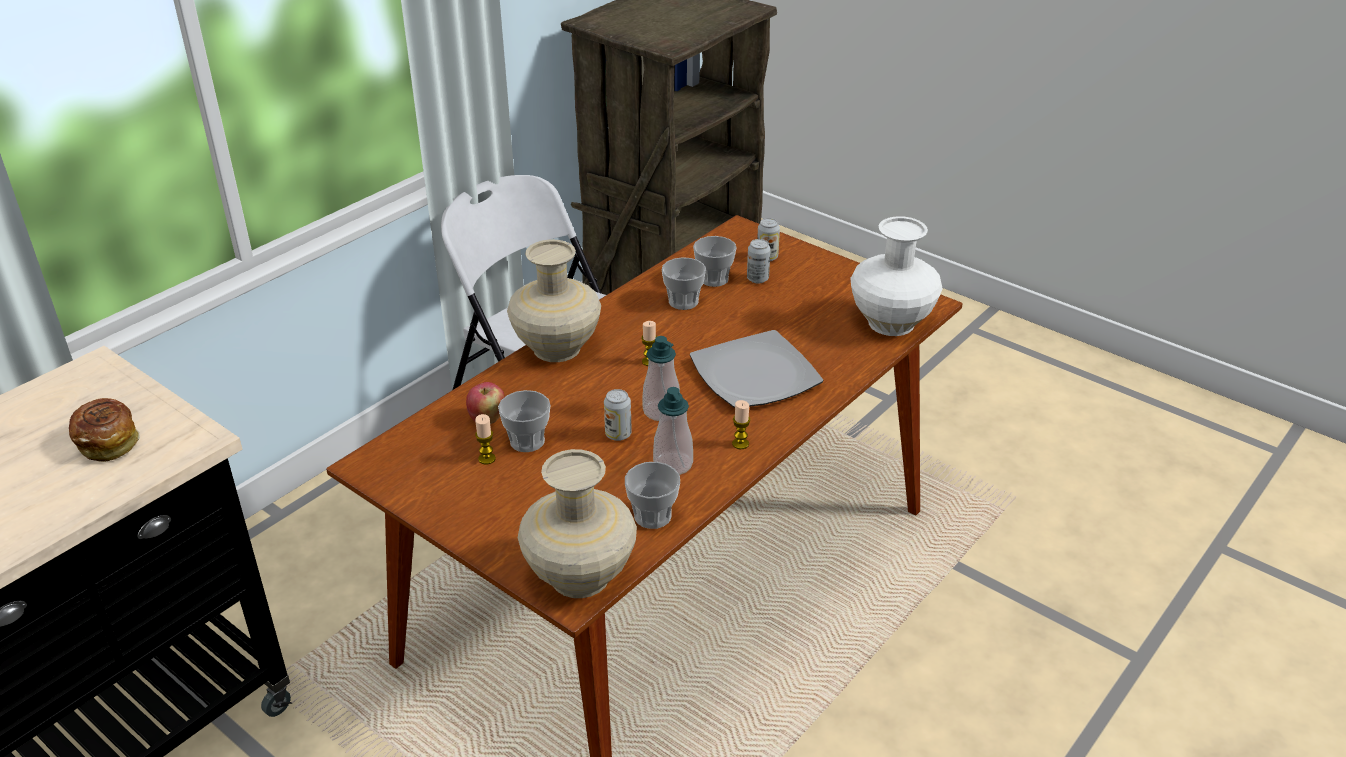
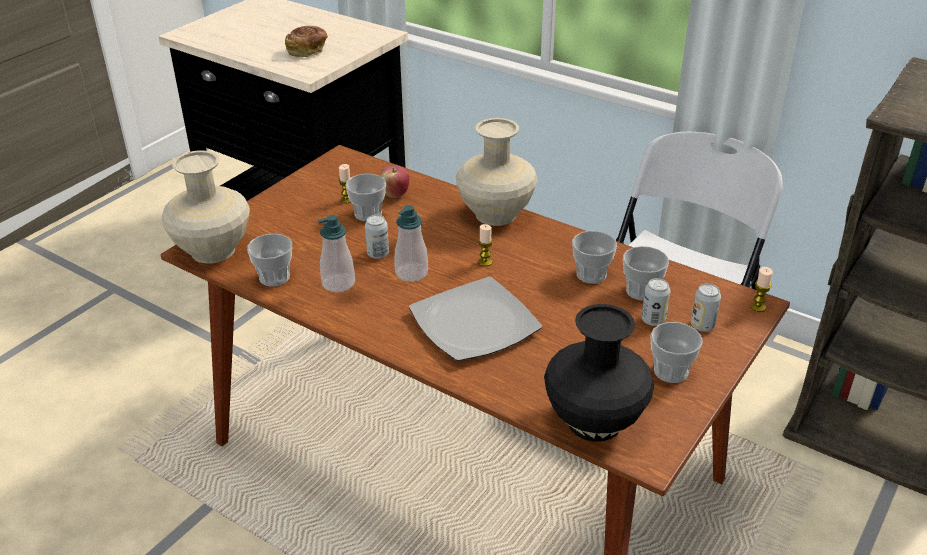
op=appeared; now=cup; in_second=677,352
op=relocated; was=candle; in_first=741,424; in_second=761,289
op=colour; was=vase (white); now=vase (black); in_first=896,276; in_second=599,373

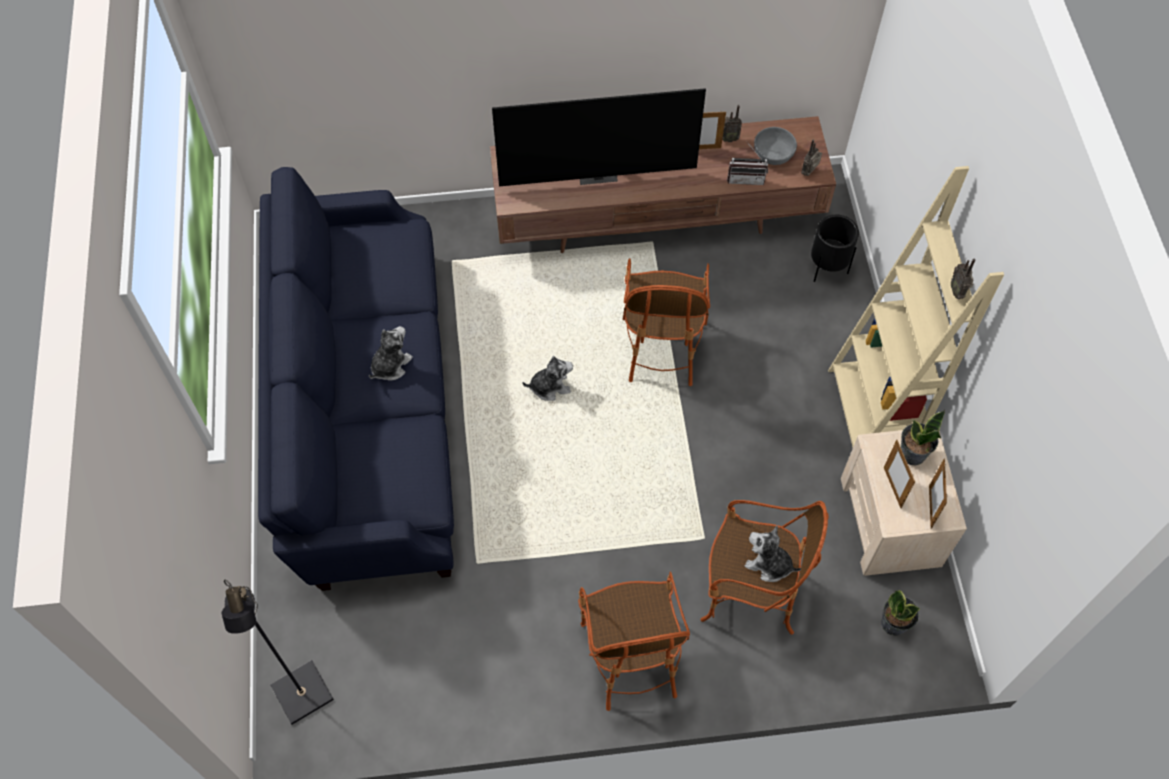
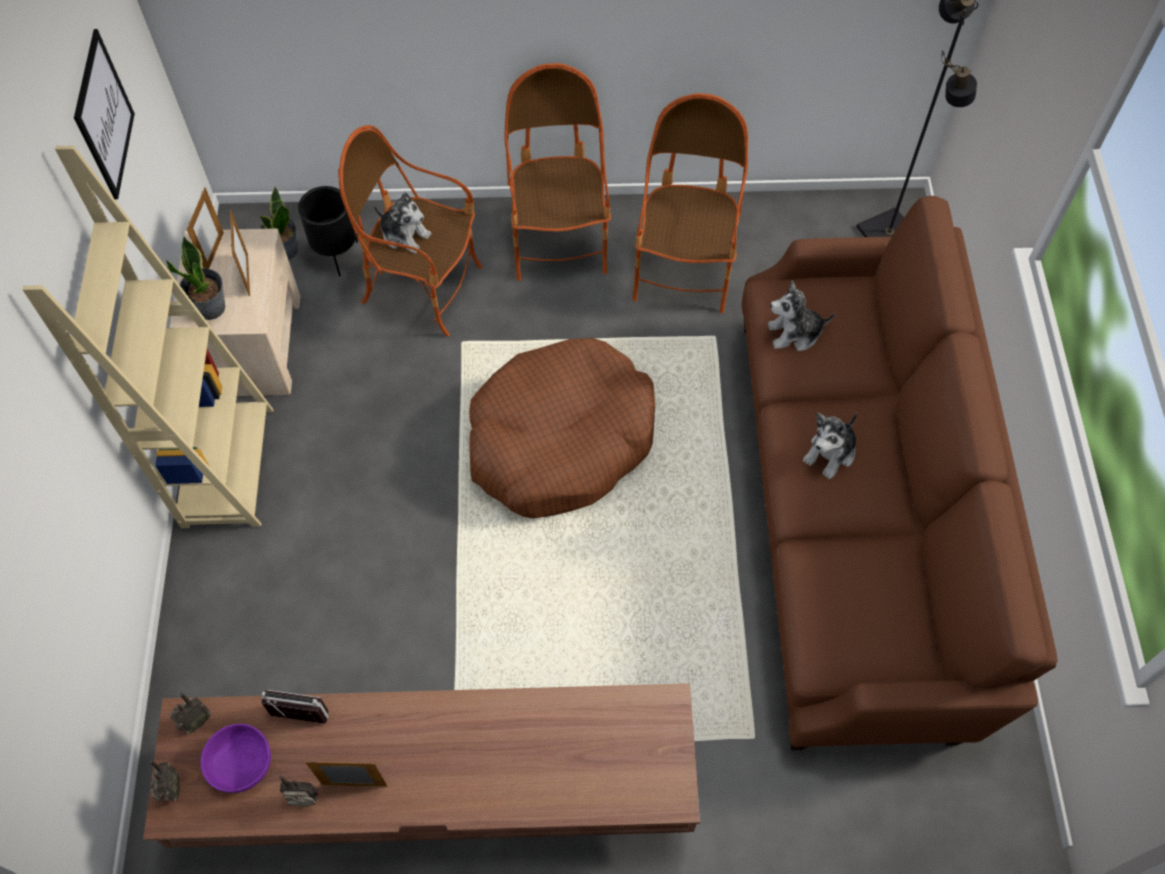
op=missing; was=television; in_first=599,137
op=appeared; now=picture; in_second=104,114
op=appeared; now=dog bed (brown); in_second=562,428
op=relocated; was=plush toy; in_first=547,378; in_second=801,315
op=relocated; was=armchair; in_first=666,322; in_second=690,203
op=relocated; was=planter (black); in_first=835,248; in_second=328,231
op=relocated; was=radio; in_first=963,279; in_second=164,782
op=colour; was=sofa (blue); now=sofa (brown); in_first=356,379; in_second=900,473
op=colour; was=bowl (grey); now=bowl (purple); in_first=775,146; in_second=235,758

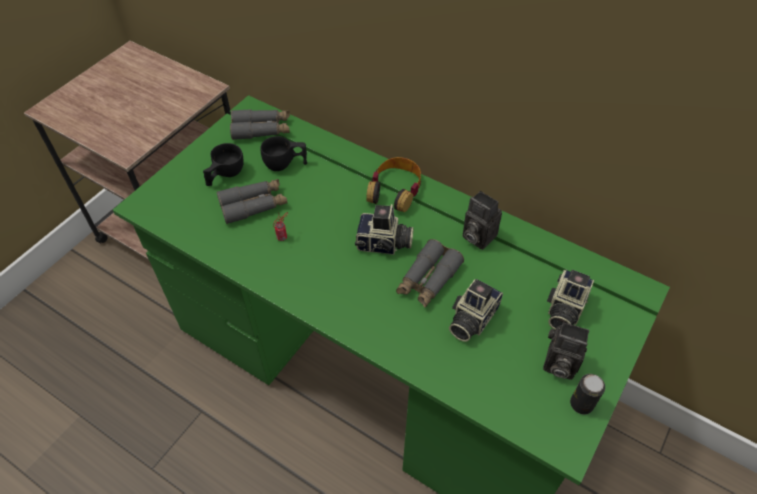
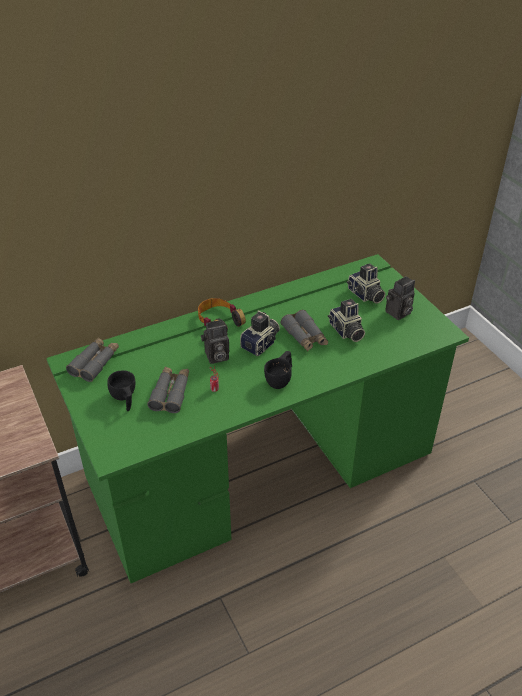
op=missing; was=can; in_first=587,394
op=relocated; was=cup (black); in_first=283,153; in_second=278,370
op=relocated; was=photo camera; in_first=482,220; in_second=215,342

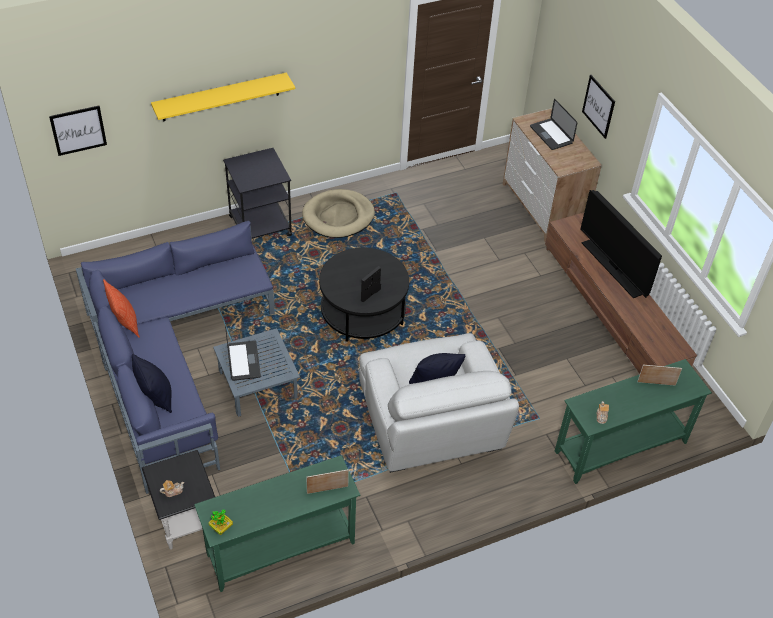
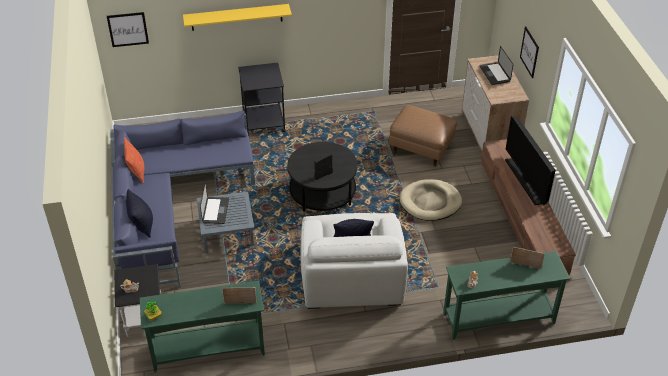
op=appeared; now=ottoman (brown); in_second=422,135
op=relocated; was=dog bed (beige); in_first=338,213; in_second=431,200

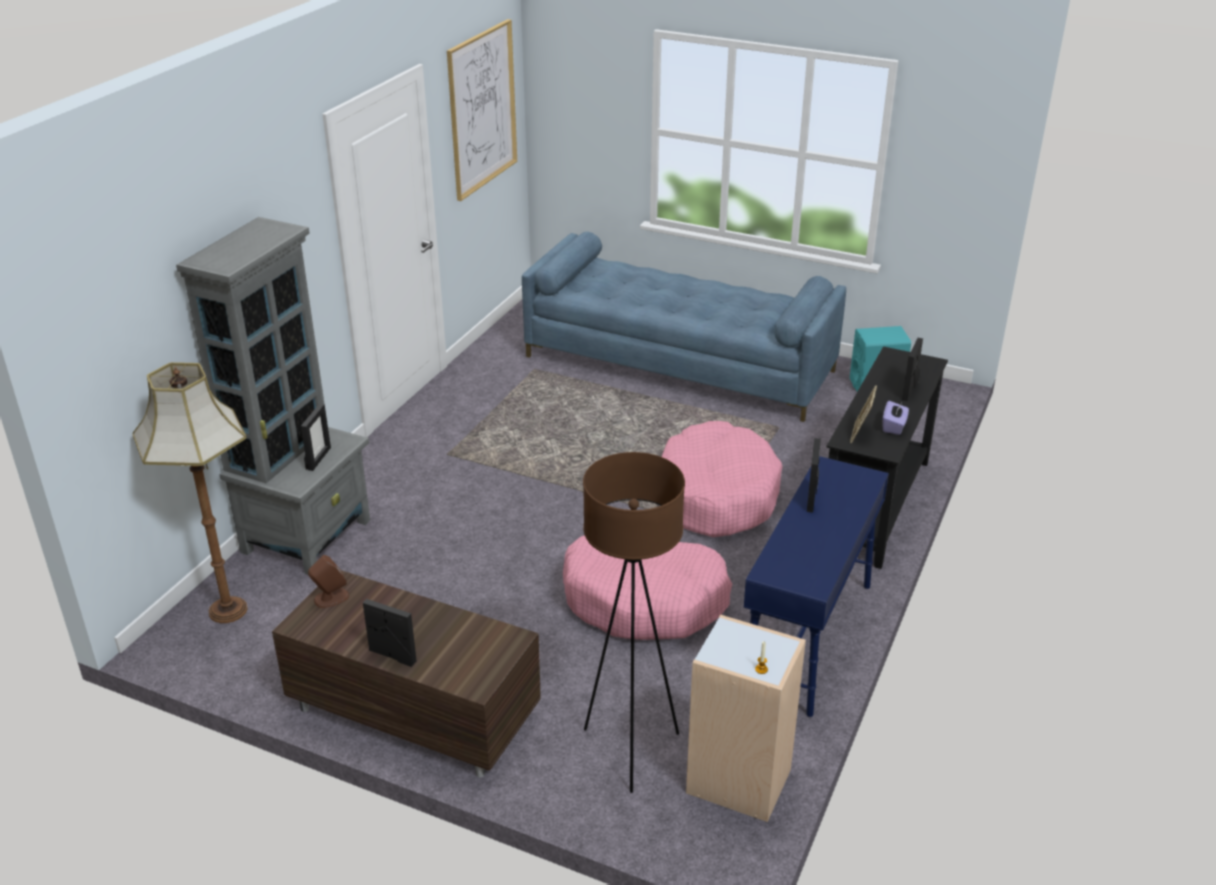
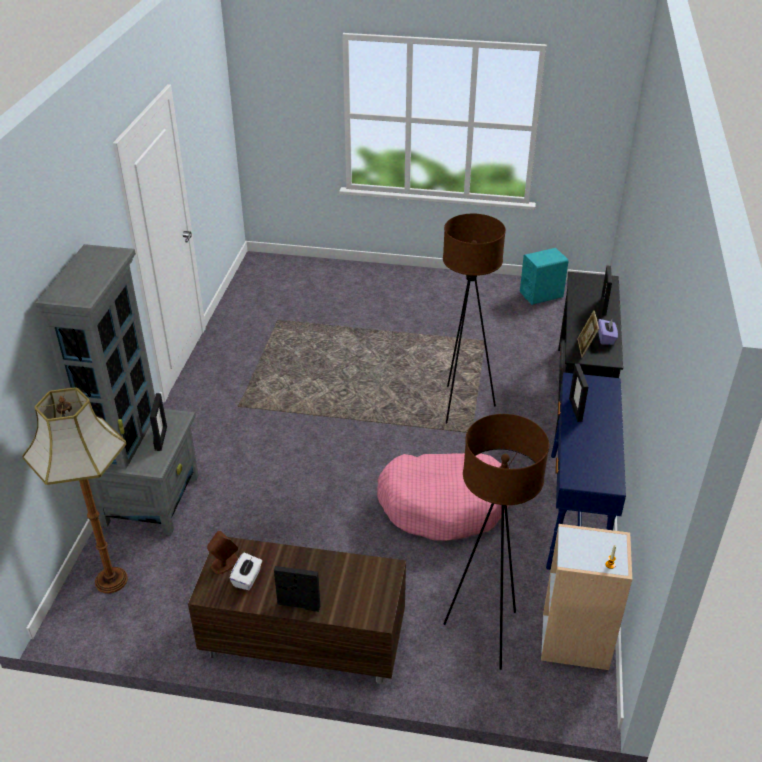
op=missing; was=picture; in_first=482,110
op=missing; was=sofa (blue); in_first=684,327
op=appeared; now=tissue box (white); in_second=245,571
op=exchanged; was=dog bed (pink); now=floor lamp (brown); in_first=722,479; in_second=474,318

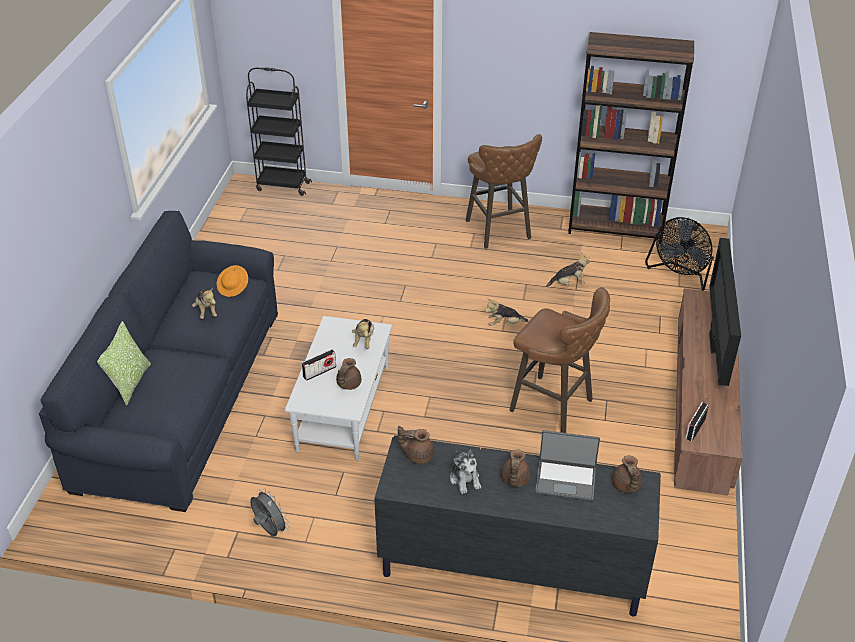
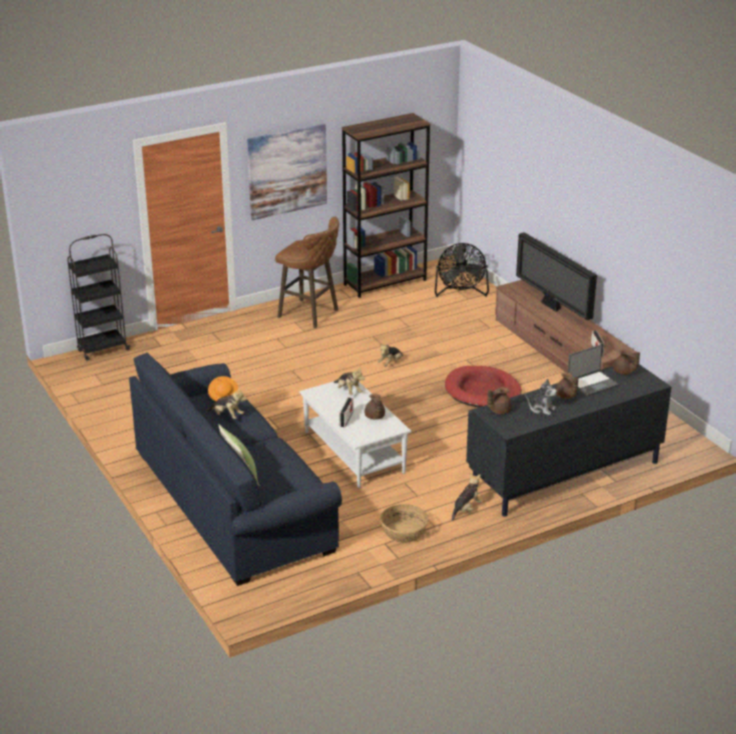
op=appeared; now=picture; in_second=287,172
op=relocated; was=plush toy; in_first=568,269; in_second=467,497
op=exchanged; was=fan (grey); now=basket; in_first=269,512; in_second=404,523
op=exchanged; was=stool (brown); now=dog bed (red); in_first=559,360; in_second=483,387

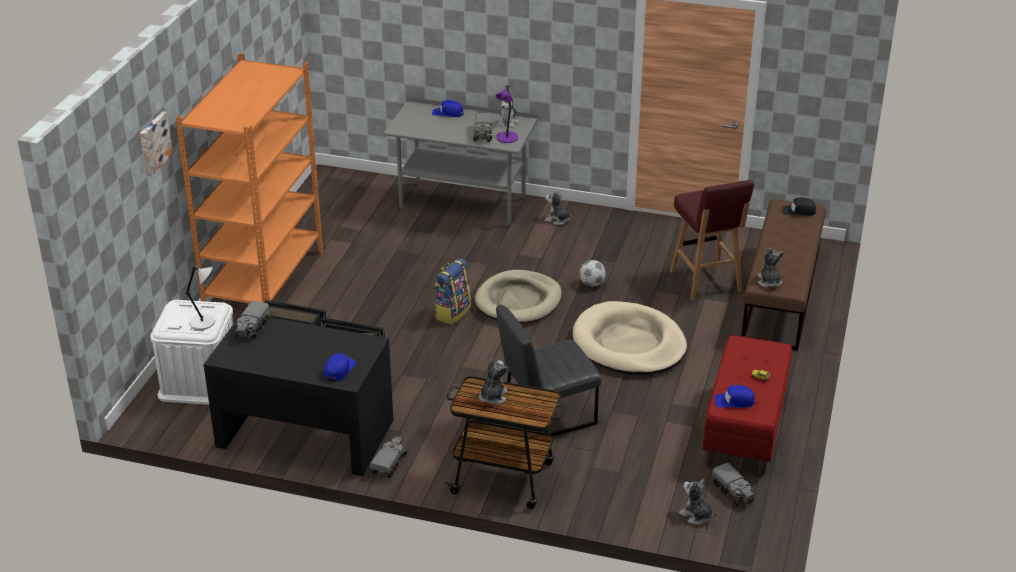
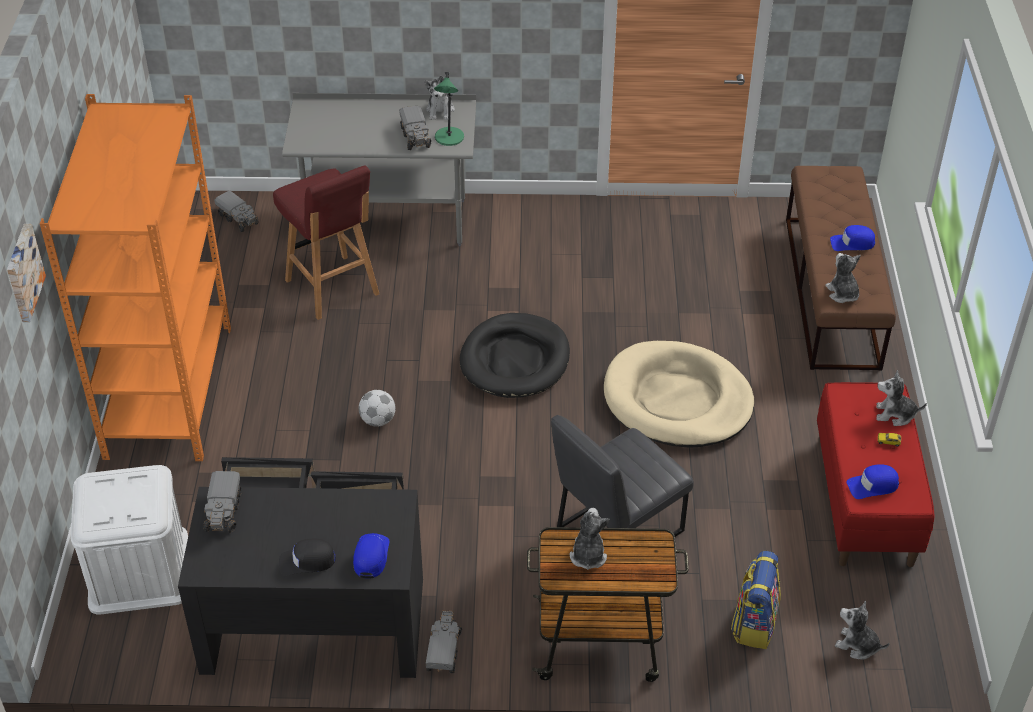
op=missing; was=table lamp (grey); in_first=200,297
op=relocated; was=cap (blue); in_first=448,108; in_second=852,238
op=relocated; was=backpack; in_first=452,291; in_second=756,600
op=relocated; was=plush toy; in_first=560,207; in_second=901,398
op=relocated; was=football; in_first=592,273; in_second=377,408
op=relocated; was=stool (red); in_first=712,240; in_second=326,242
op=relocated; was=toy truck; in_first=733,485; in_second=236,211
op=relocated; was=cap (black); in_first=799,206; in_second=307,557
op=colour; was=dog bed (beige); now=dog bed (black); in_first=518,296; in_second=515,355
op=colour; was=table lamp (purple); now=table lamp (green); in_first=506,114; in_second=449,109

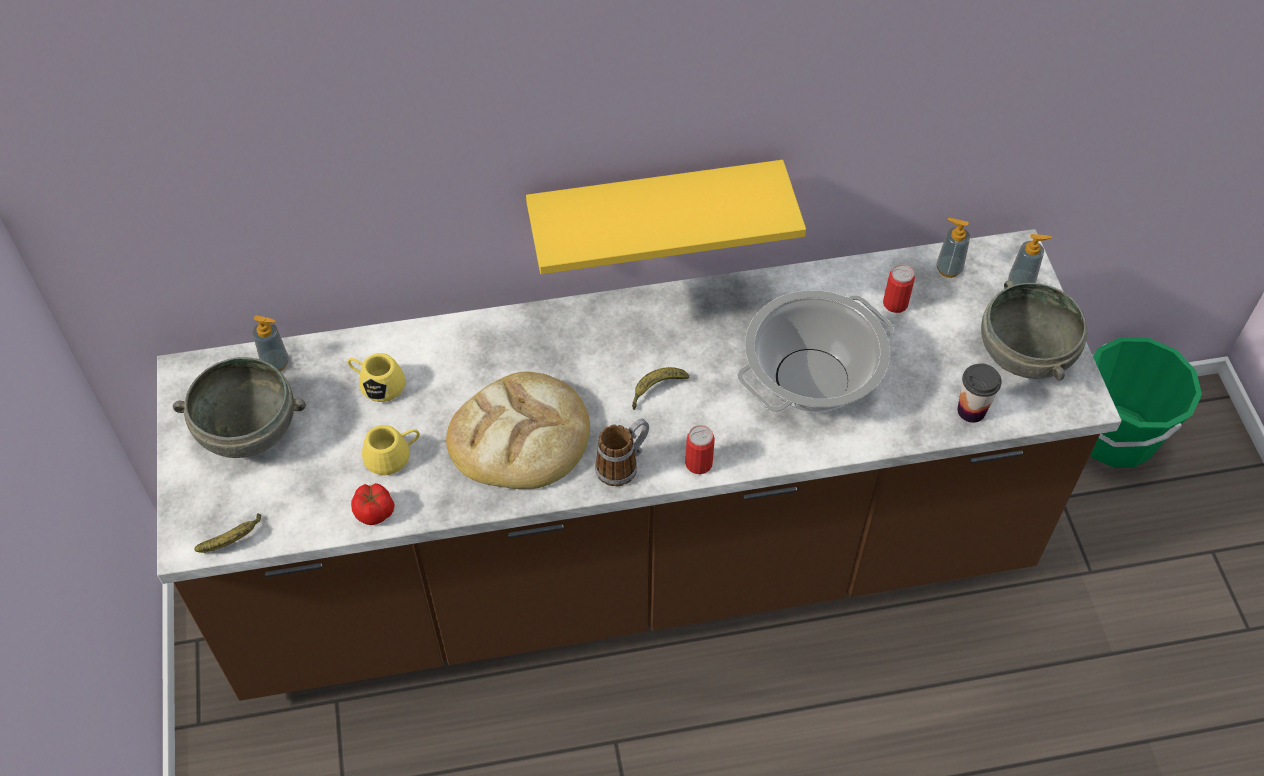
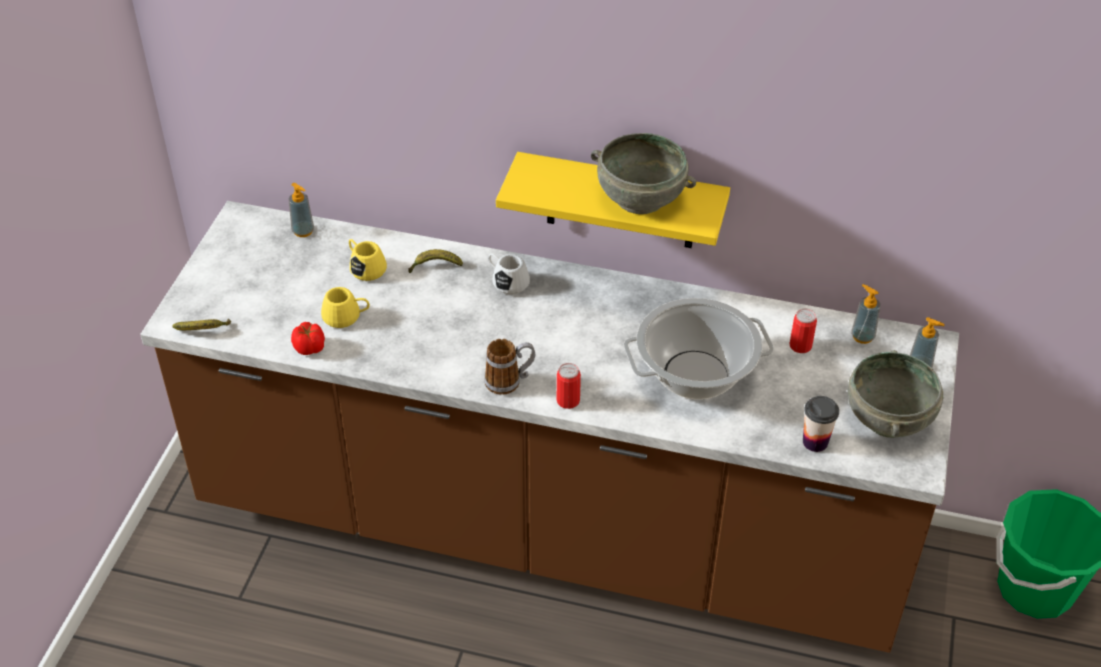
op=missing; was=bread; in_first=518,430
op=appeared; now=mug (white); in_second=509,274
op=relocated; was=bowl (grey); in_first=239,407; in_second=643,173
op=relocated; was=banana; in_first=660,388; in_second=435,261

